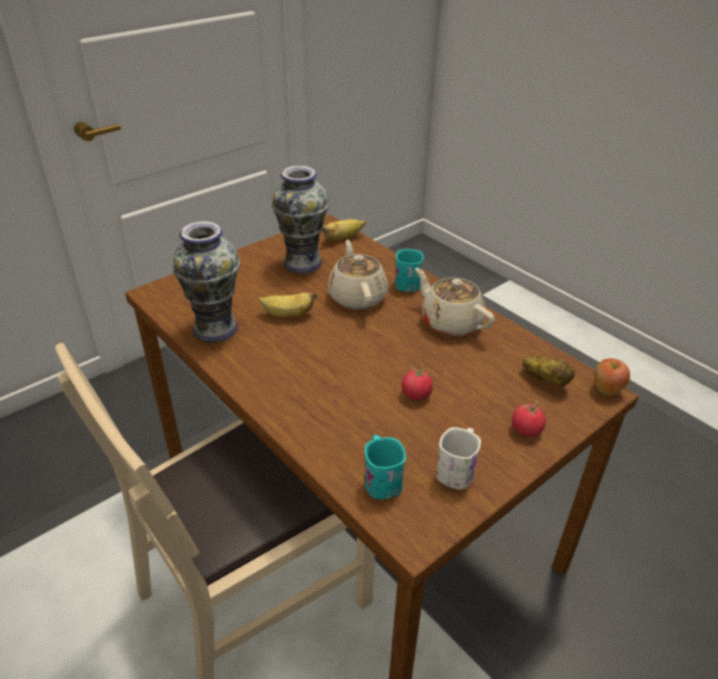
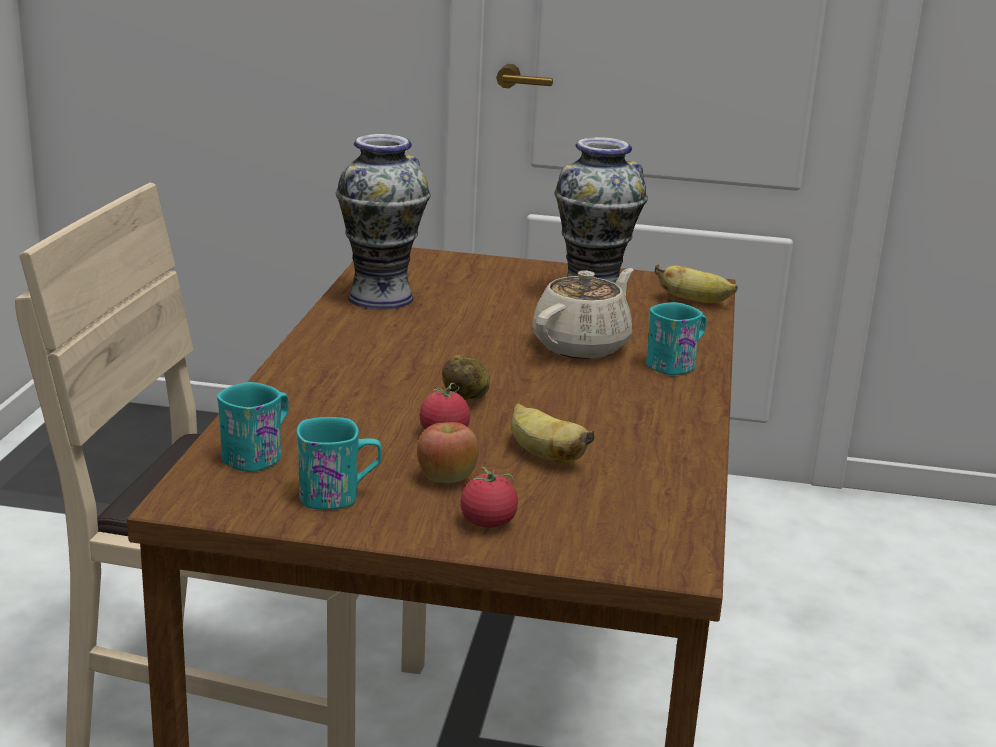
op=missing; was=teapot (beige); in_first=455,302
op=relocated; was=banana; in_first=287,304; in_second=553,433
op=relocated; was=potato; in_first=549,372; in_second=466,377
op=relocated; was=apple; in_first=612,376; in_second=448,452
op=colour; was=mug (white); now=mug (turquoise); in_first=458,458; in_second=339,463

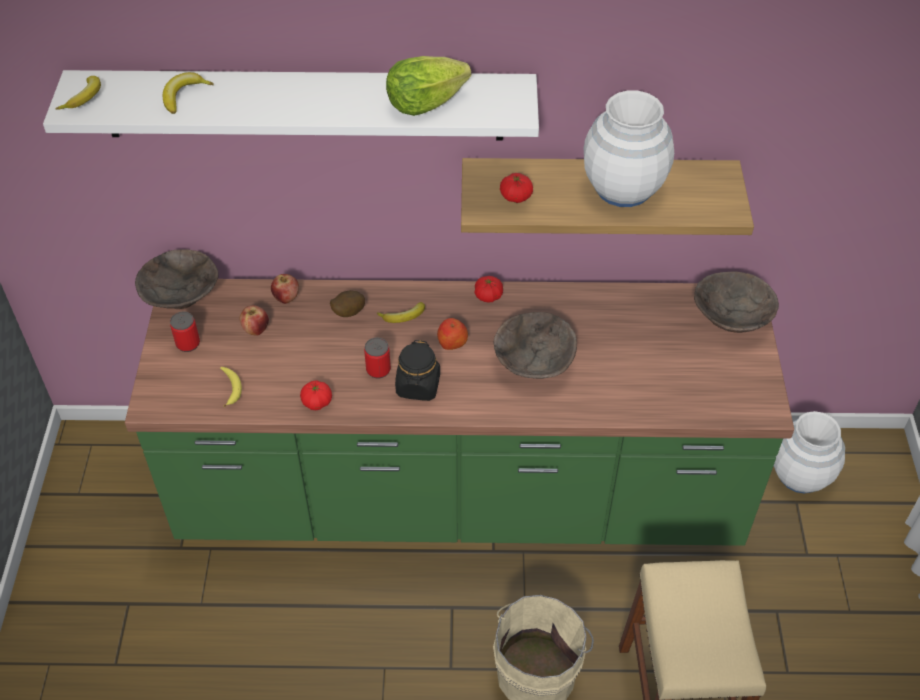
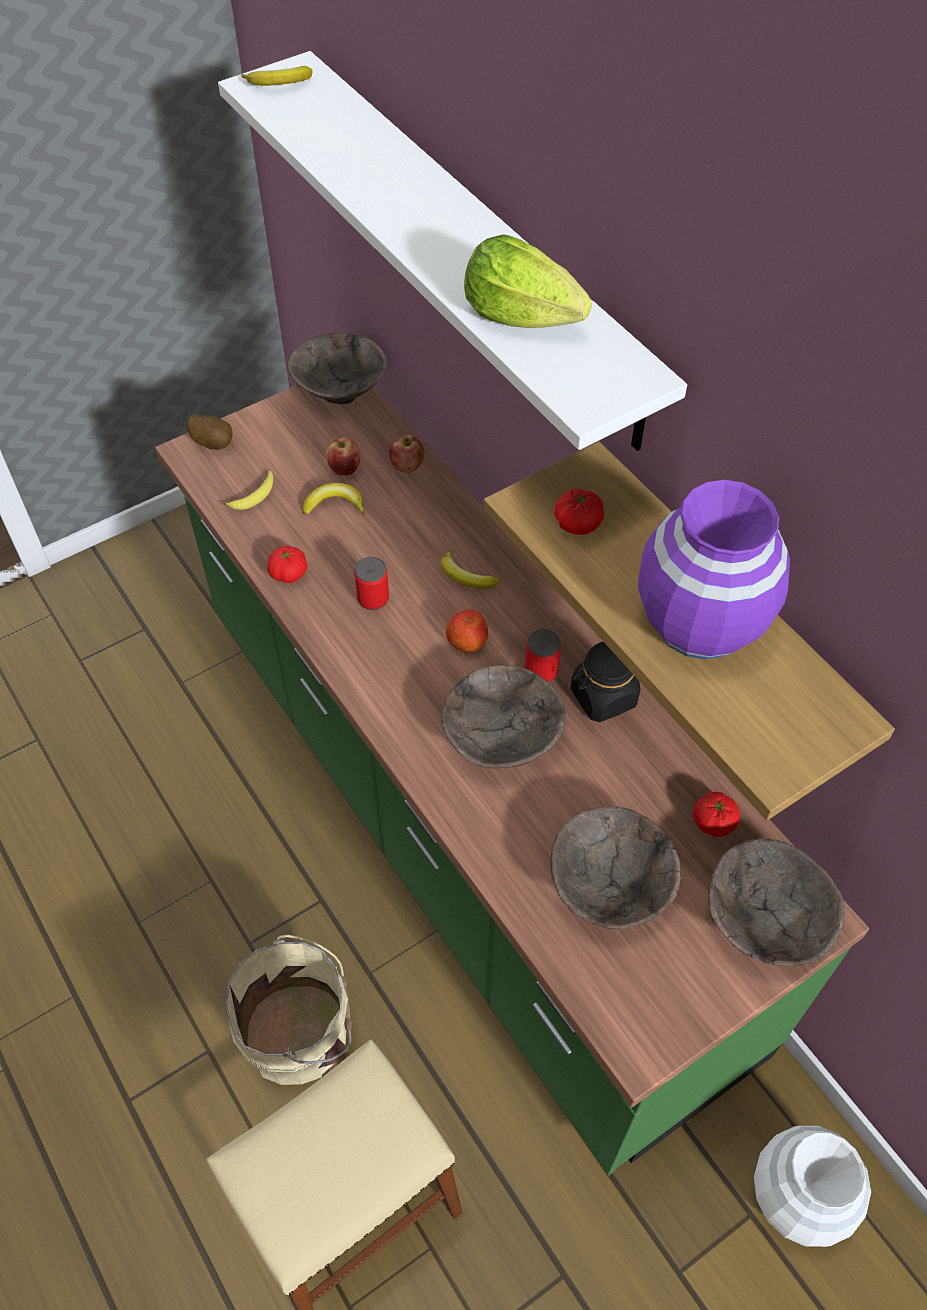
op=appeared; now=bowl (brown); in_second=615,868
op=relocated; was=banana; in_first=188,93; in_second=334,499
op=relocated; was=can; in_first=185,331; in_second=543,655
op=relocated; was=potato; in_first=347,303; in_second=209,432
op=relocated; was=jar (black); in_first=417,370; in_second=606,682
op=relocated; was=tomato; in_first=489,289; in_second=716,814
op=colour; was=vase (white); now=vase (purple); in_first=629,148; in_second=714,569

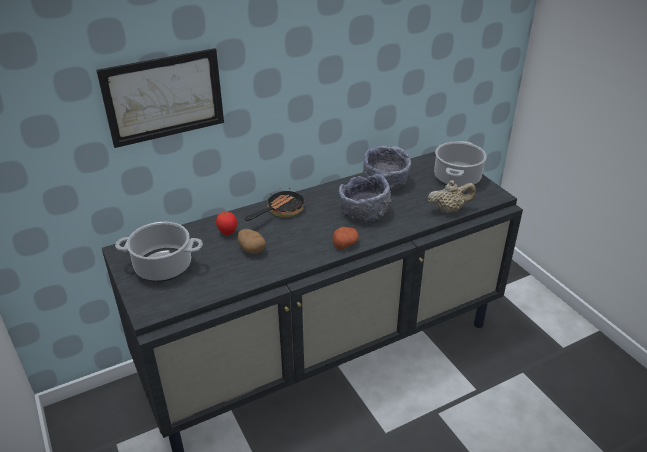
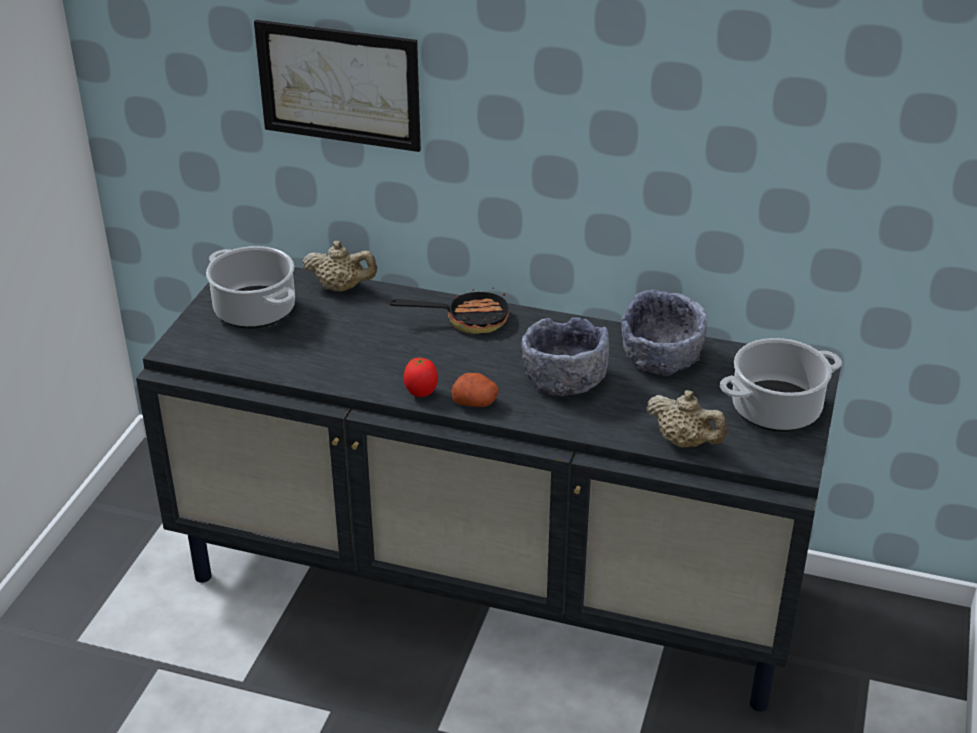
op=missing; was=potato; in_first=252,241
op=appeared; now=teapot (beige); in_second=339,266
op=relocated; was=tomato; in_first=226,223; in_second=420,377

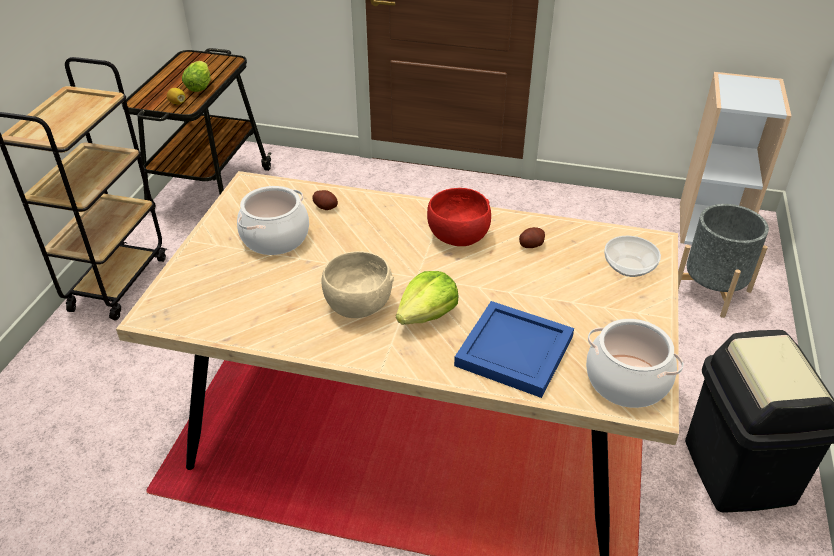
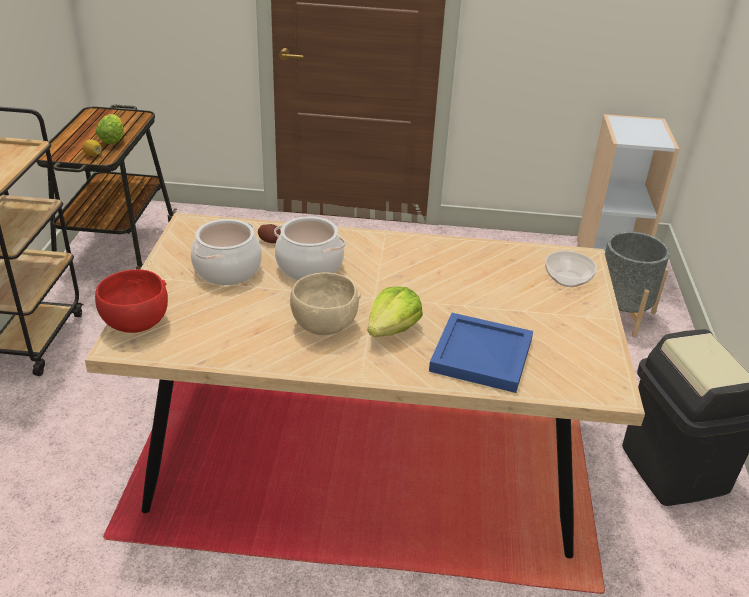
op=missing; was=potato; in_first=532,237
op=relocated; was=bowl (red); in_first=459,217; in_second=131,301
op=relocated; was=cooking pot; in_first=635,363; in_second=309,248

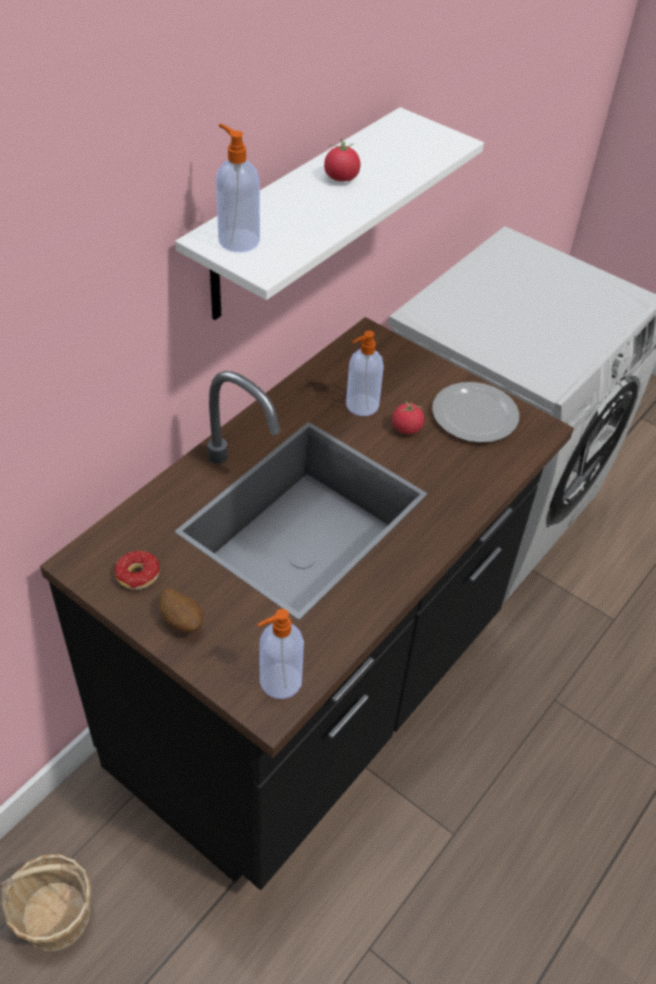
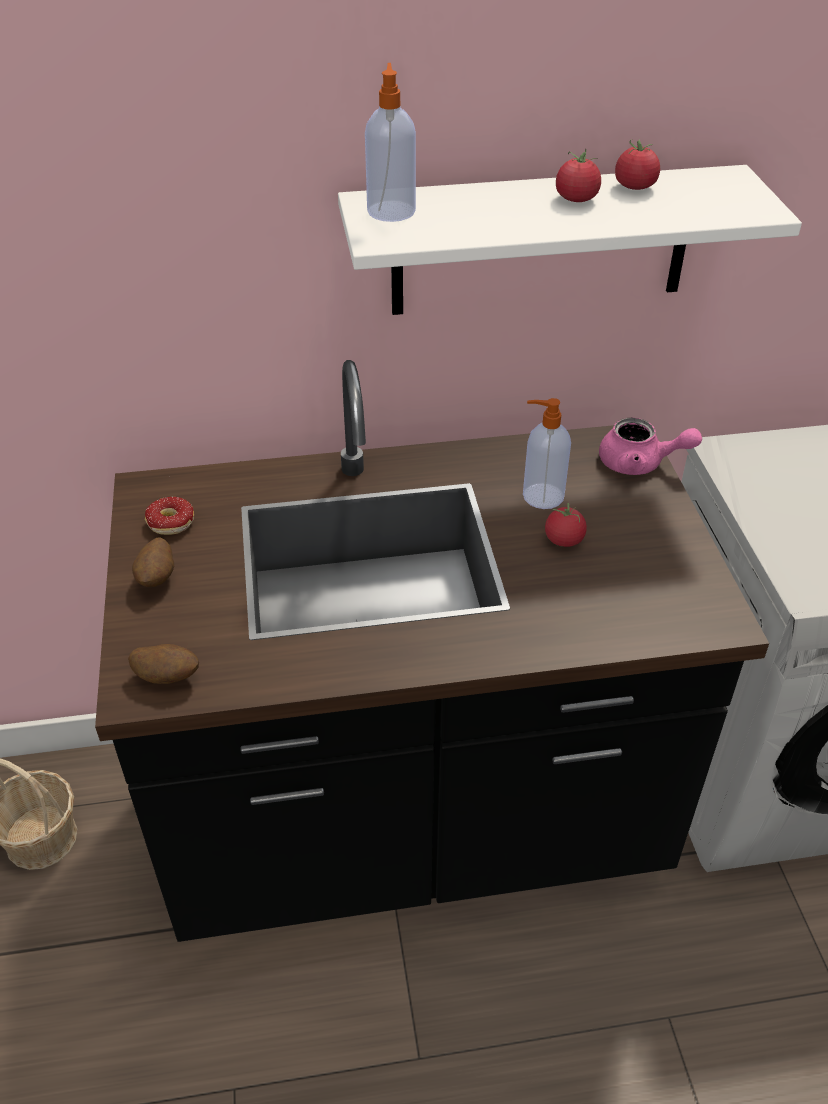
op=missing; was=plate; in_first=475,412
op=appeared; now=teapot (pink); in_second=650,446
op=appeared; now=tomato; in_second=637,164
op=exchanged; was=soap dispenser; now=potato; in_first=280,654; in_second=163,664

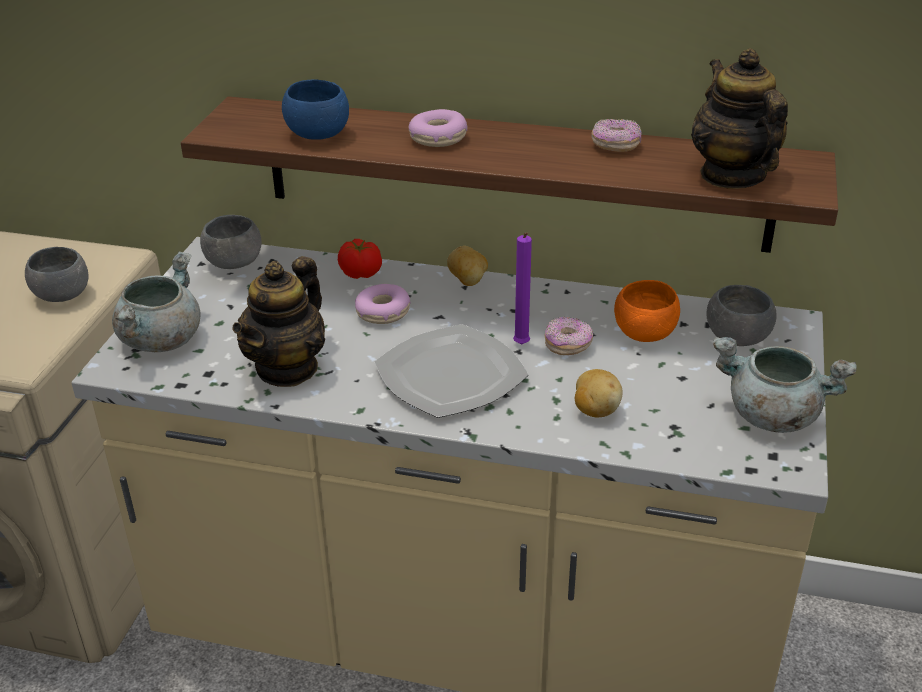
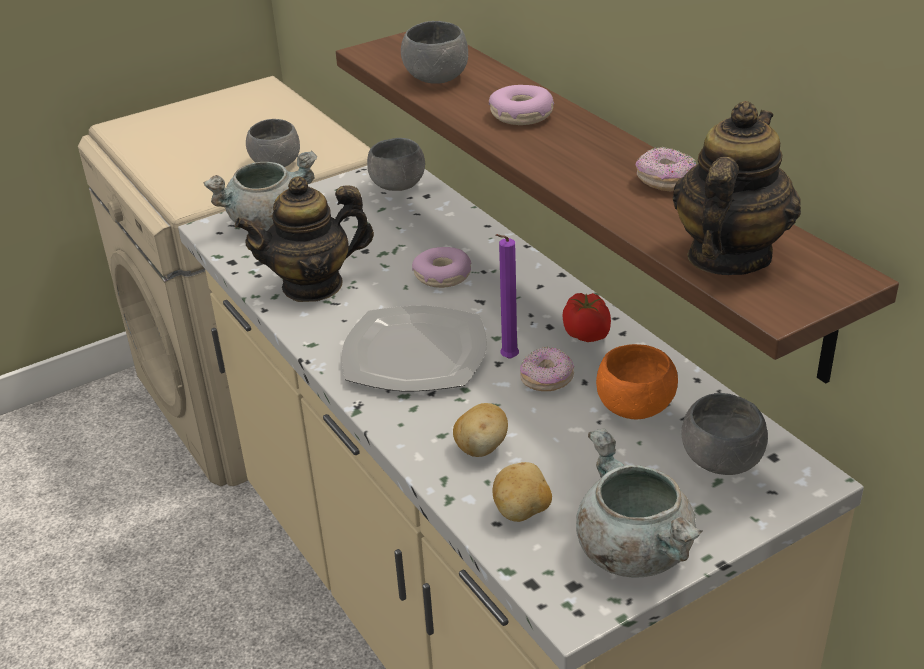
op=relocated; was=tomato; in_first=360,259; in_second=586,317
op=relocated; was=potato; in_first=467,266; in_second=522,492
op=colour; was=bowl (blue); now=bowl (grey); in_first=315,109; in_second=434,52

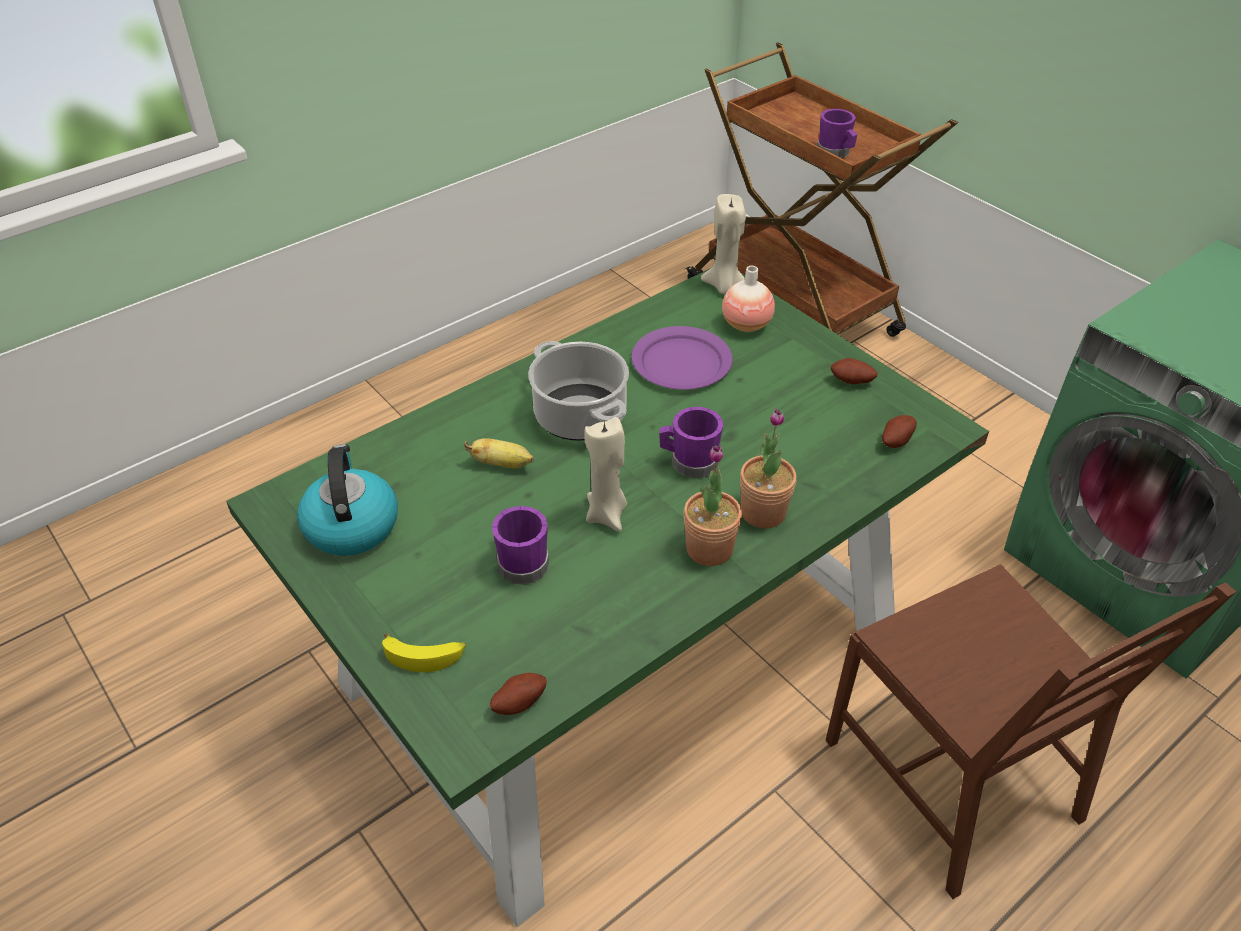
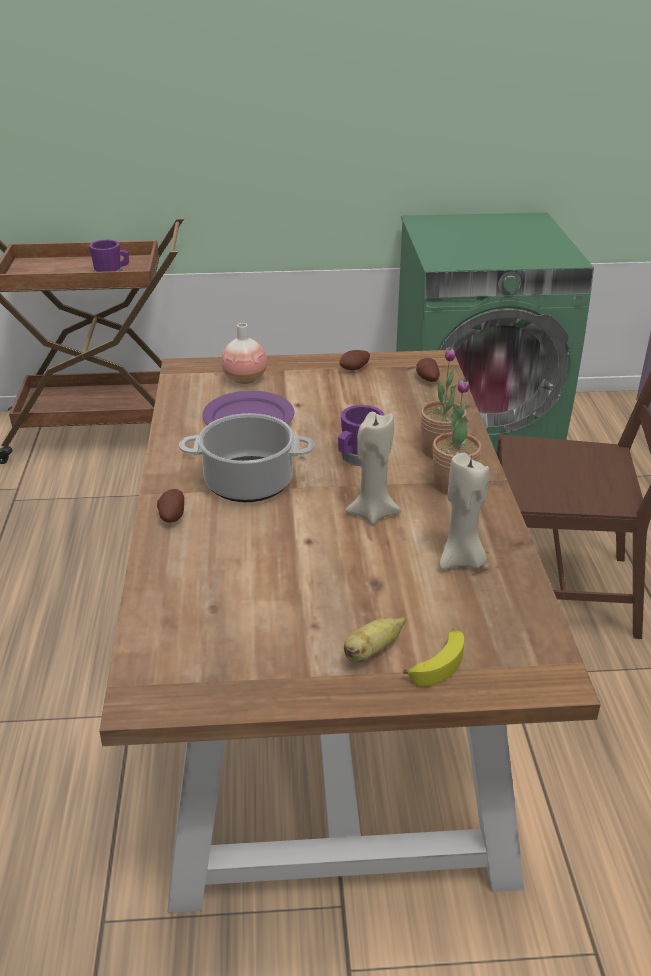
op=missing; was=kettle; in_first=347,500
op=missing; was=mug (purple); in_first=520,545
op=relocated; was=banana; in_first=499,453; in_second=375,640
op=relocated; was=potato; in_first=518,694; in_second=170,505
op=relocated; was=candle (beige); in_first=723,244; in_second=465,511
op=colour; was=dining table (green); now=dining table (brown); in_first=607,598; in_second=350,631

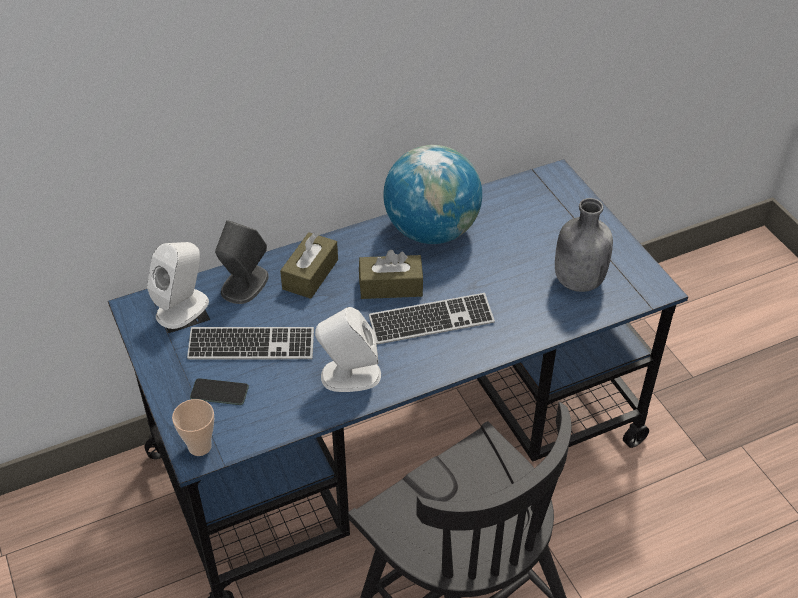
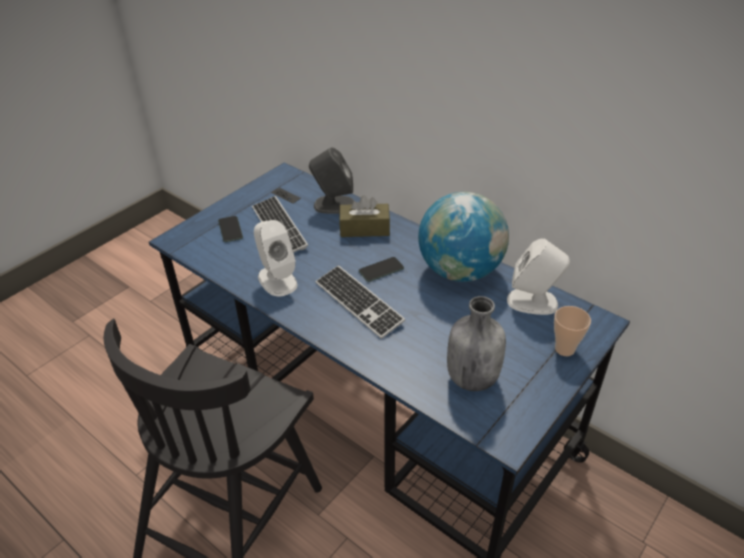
op=relocated; was=speaker (white); in_first=178,285; in_second=538,276
op=relocated; was=cup; in_first=193,427; in_second=572,331
op=exchanged; was=tissue box (brown); now=phone; in_first=391,274; in_second=381,269

